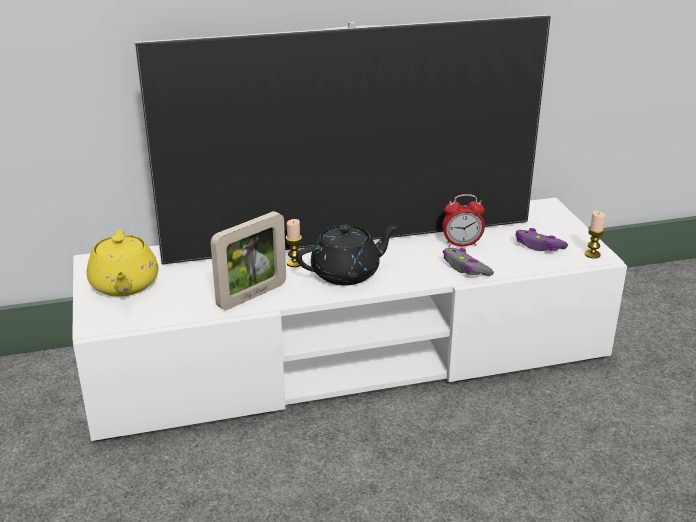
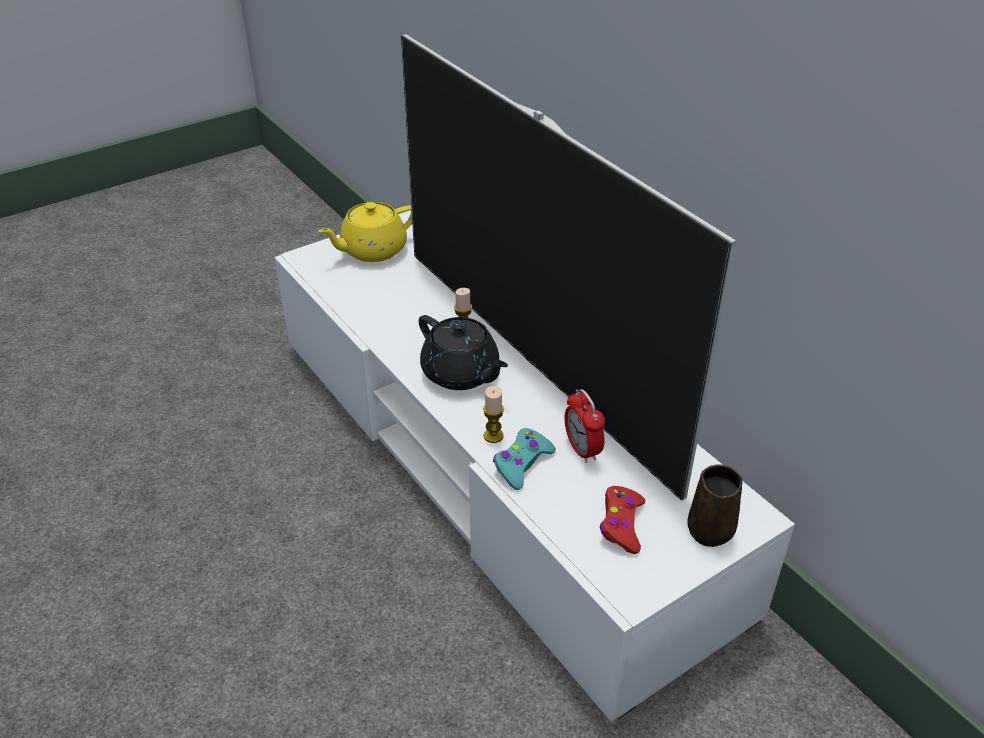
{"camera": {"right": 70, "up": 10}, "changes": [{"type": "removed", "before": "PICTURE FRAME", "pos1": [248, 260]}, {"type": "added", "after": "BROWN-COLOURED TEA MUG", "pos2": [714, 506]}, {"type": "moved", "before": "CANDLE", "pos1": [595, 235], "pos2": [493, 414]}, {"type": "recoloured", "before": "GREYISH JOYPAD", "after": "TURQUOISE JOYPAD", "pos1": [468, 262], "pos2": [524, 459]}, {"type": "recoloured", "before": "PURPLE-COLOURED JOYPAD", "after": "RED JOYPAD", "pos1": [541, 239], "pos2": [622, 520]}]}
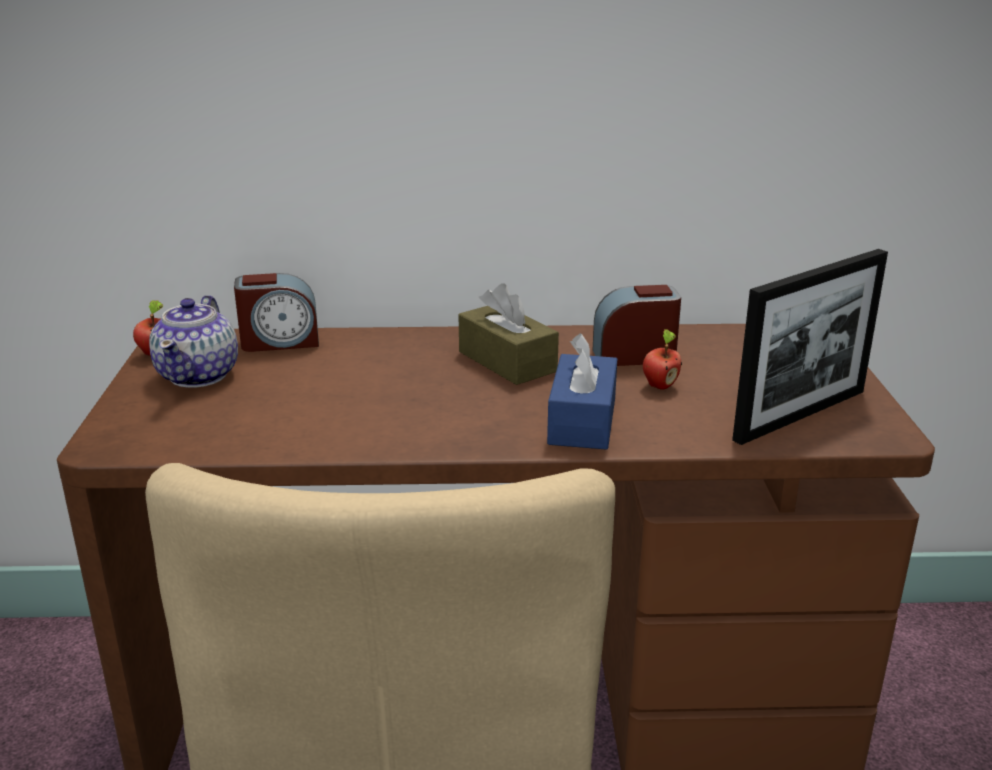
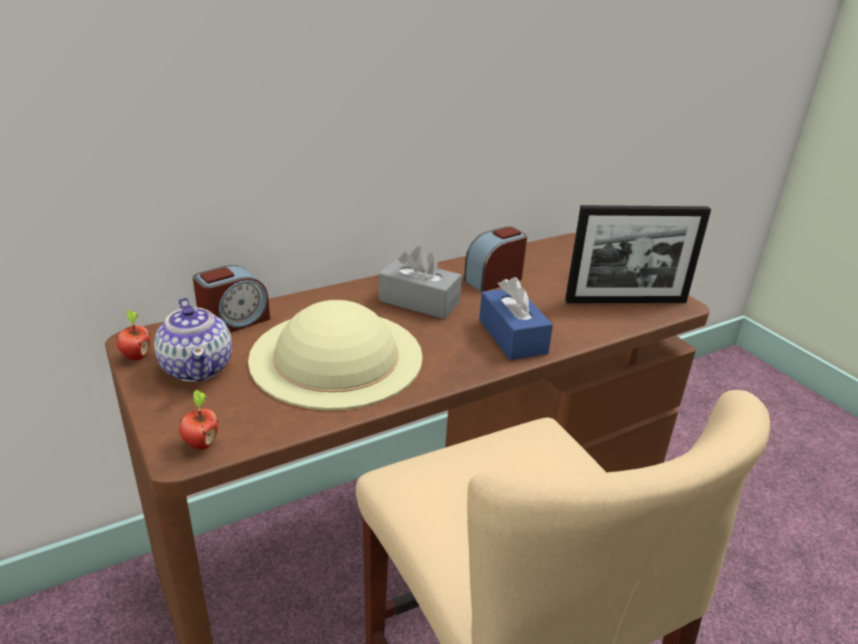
{"camera": {"right": -30, "up": 5}, "changes": [{"type": "added", "after": "BEIGE-COLOURED WEARABLE HAT", "pos2": [335, 355]}, {"type": "moved", "before": "WHOLE APPLE", "pos1": [662, 359], "pos2": [198, 419]}, {"type": "recoloured", "before": "BROWN-COLOURED TISSUE HOLDER", "after": "GREYISH TISSUE HOLDER", "pos1": [509, 334], "pos2": [420, 282]}, {"type": "turned", "before": "PICTURE FRAME", "pos1": [810, 347], "pos2": [638, 254], "turn": 60}]}
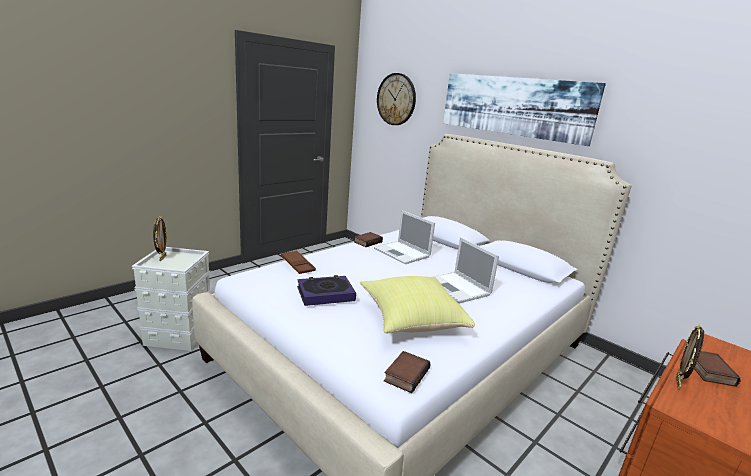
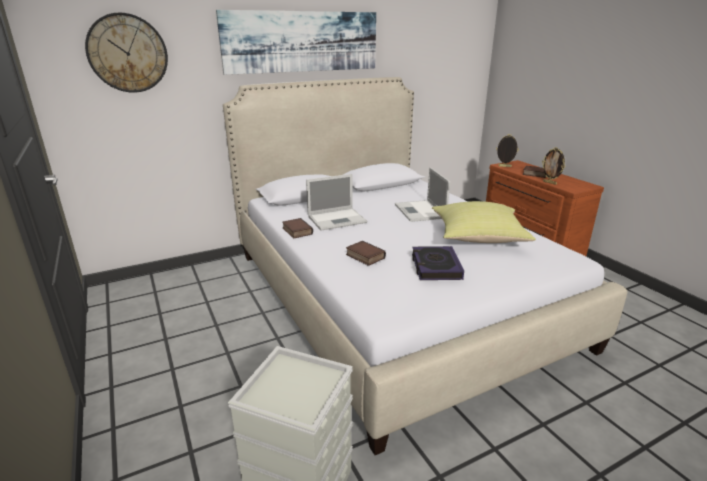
{"camera": {"right": -70, "up": 5}, "changes": [{"type": "removed", "before": "BROWN-COLOURED CARRYING TRAY", "pos1": [298, 262]}, {"type": "moved", "before": "PICTURE FRAME", "pos1": [160, 238], "pos2": [507, 150]}, {"type": "moved", "before": "BOOK", "pos1": [407, 372], "pos2": [366, 253]}, {"type": "turned", "before": "PORTABLE COMPUTER", "pos1": [466, 270], "pos2": [422, 195], "turn": 90}]}
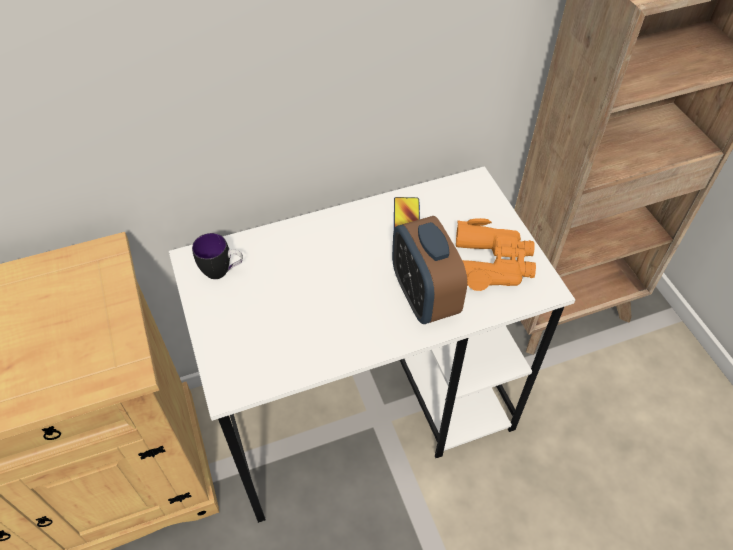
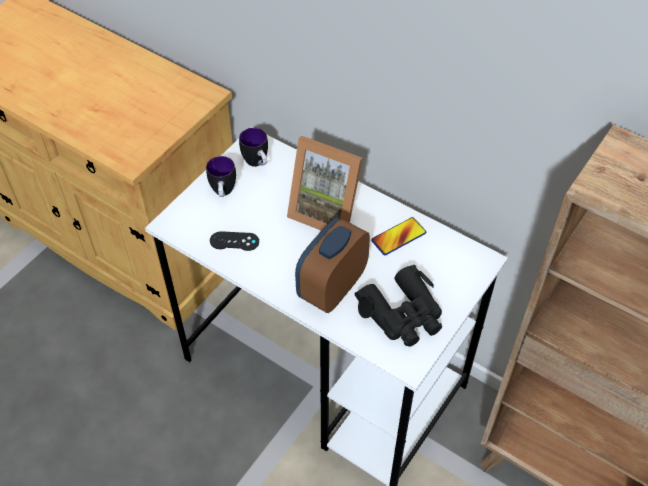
{"camera": {"right": 55, "up": 0}, "changes": [{"type": "added", "after": "TEA MUG", "pos2": [221, 176]}, {"type": "added", "after": "BLACK-COLOURED JOYPAD", "pos2": [234, 241]}, {"type": "added", "after": "PICTURE FRAME", "pos2": [325, 183]}, {"type": "recoloured", "before": "ORANGE-COLOURED PAIR OF BINOCULARS", "after": "BLACK-COLOURED PAIR OF BINOCULARS", "pos1": [496, 254], "pos2": [398, 305]}]}
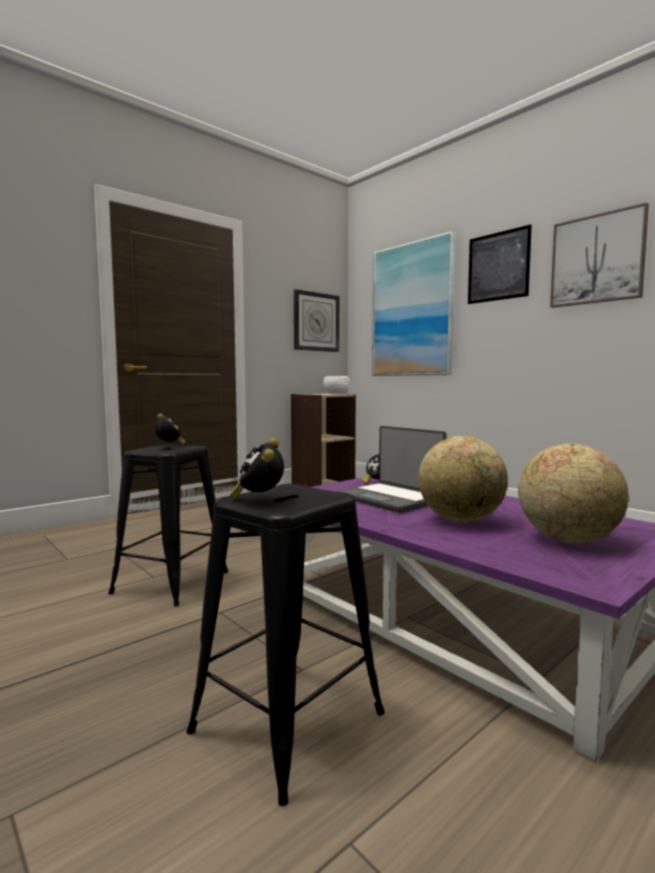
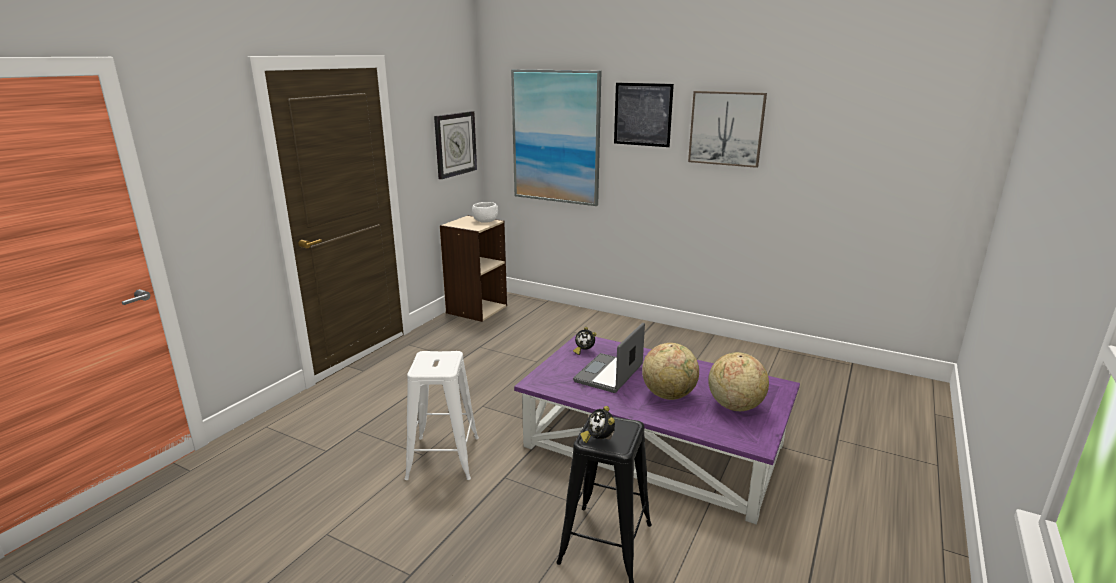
{"camera": {"right": -20, "up": 15}, "changes": [{"type": "removed", "before": "BEDSIDE CLOCK", "pos1": [171, 430]}, {"type": "recoloured", "before": "BLACK-COLOURED STOOL SEAT", "after": "WHITE-COLOURED STOOL SEAT", "pos1": [168, 525], "pos2": [442, 415]}, {"type": "turned", "before": "PORTABLE COMPUTER", "pos1": [392, 469], "pos2": [609, 358], "turn": 90}]}
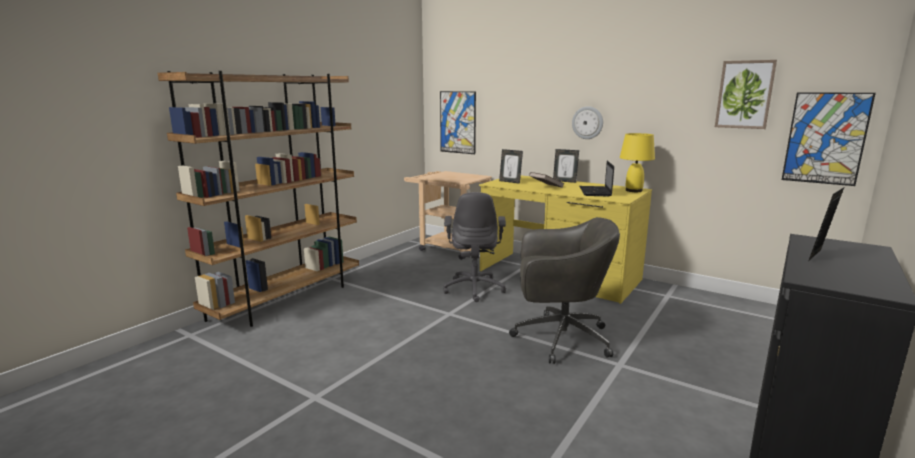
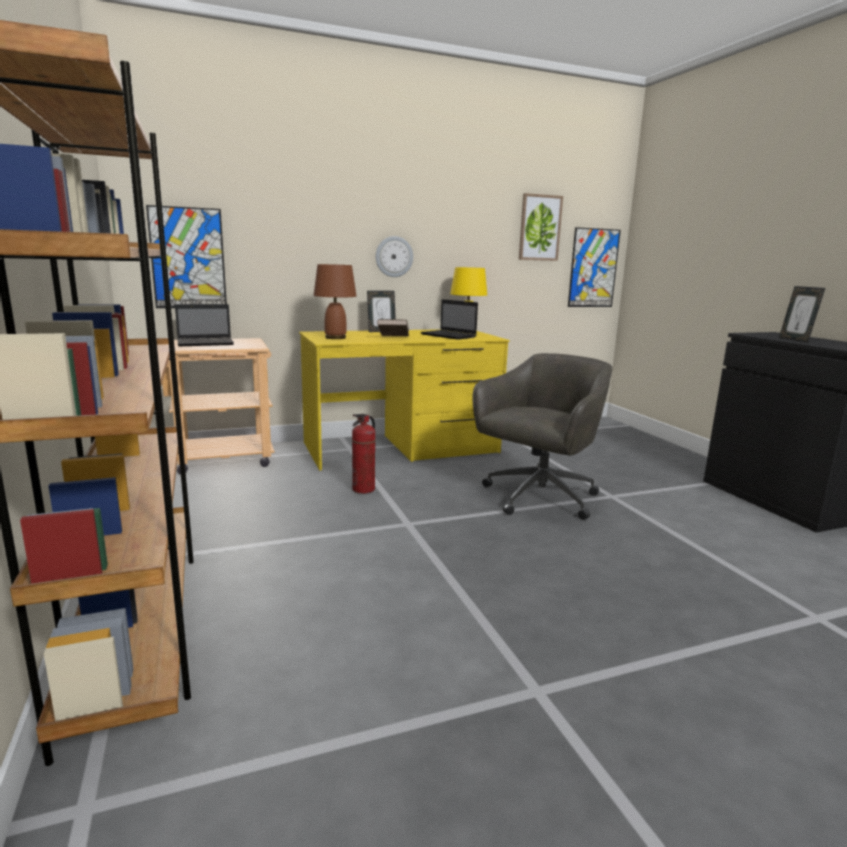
{"camera": {"right": -55, "up": 0}, "changes": [{"type": "added", "after": "PORTABLE COMPUTER", "pos2": [204, 325]}, {"type": "replaced", "before": "GREYISH OFFICE CHAIR", "after": "FIRE EXTINGUISHER", "pos1": [474, 247], "pos2": [364, 454]}, {"type": "replaced", "before": "PICTURE FRAME", "after": "BROWN-COLOURED TABLE LAMP", "pos1": [511, 166], "pos2": [335, 301]}]}
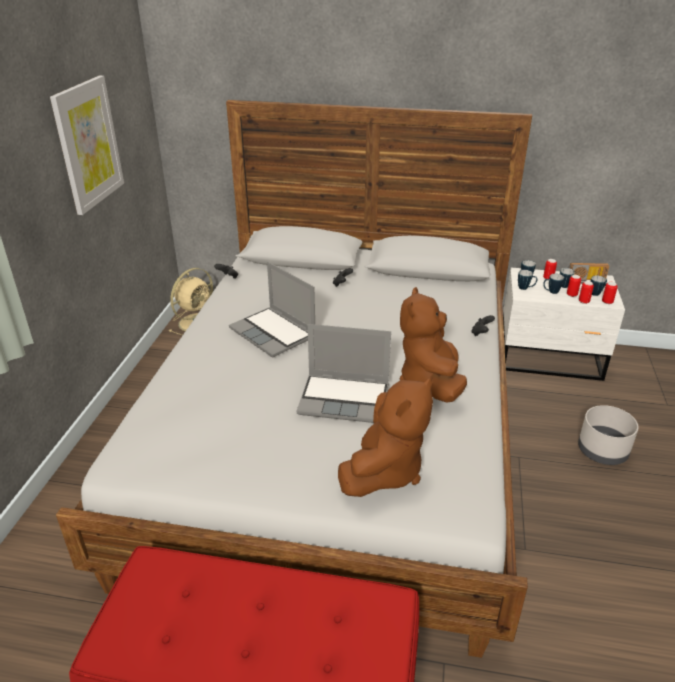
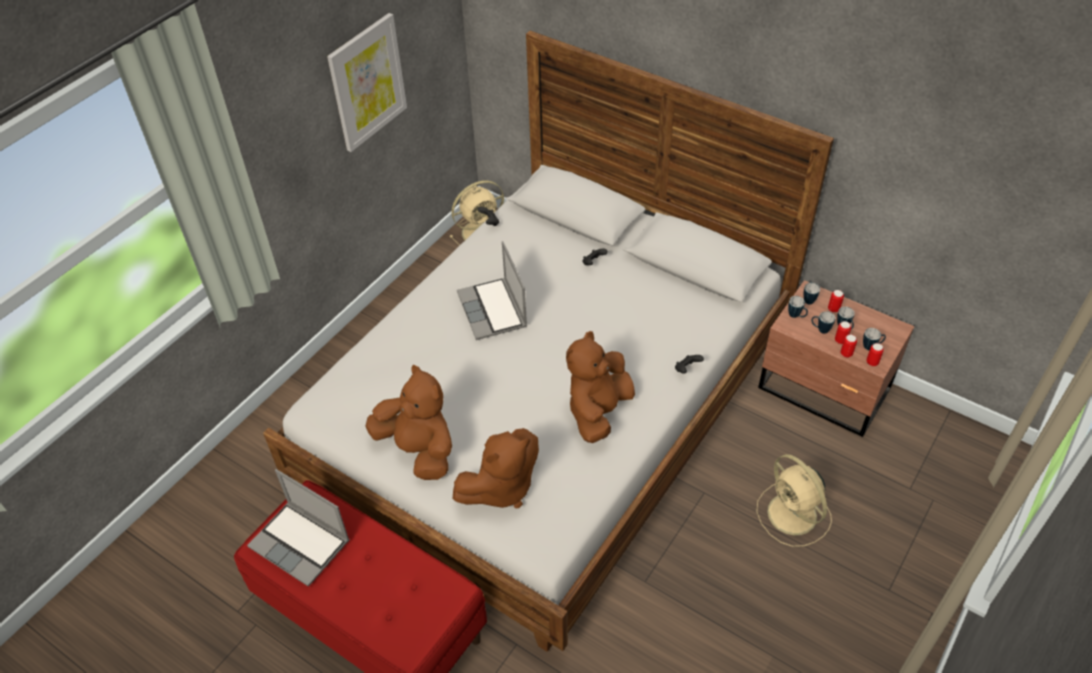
{"camera": {"right": 25, "up": 15}, "changes": [{"type": "removed", "before": "RADIO", "pos1": [588, 273]}, {"type": "added", "after": "BROWN-COLOURED PLUSH TOY", "pos2": [408, 422]}, {"type": "moved", "before": "PORTABLE COMPUTER", "pos1": [344, 373], "pos2": [298, 528]}, {"type": "replaced", "before": "GREYISH PLANTER", "after": "BEIGE-COLOURED FAN", "pos1": [608, 435], "pos2": [794, 500]}, {"type": "recoloured", "before": "WHITE-COLOURED BEDSIDE TABLE", "after": "BROWN-COLOURED BEDSIDE TABLE", "pos1": [564, 324], "pos2": [836, 358]}]}
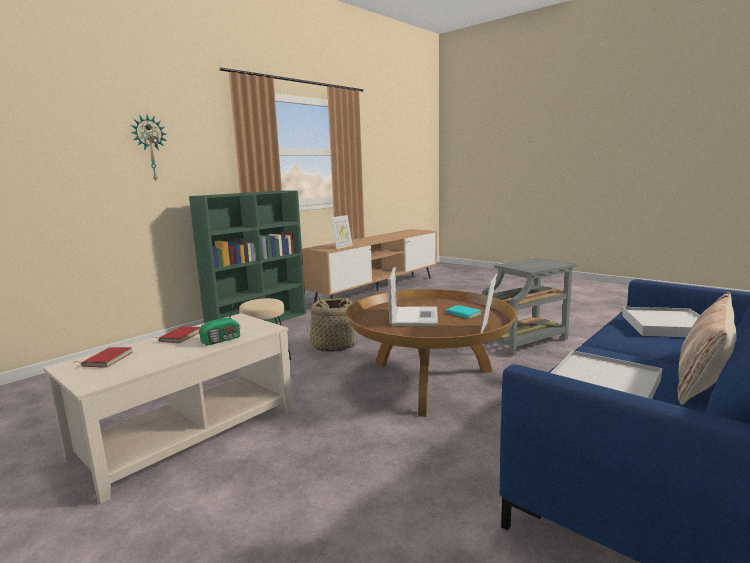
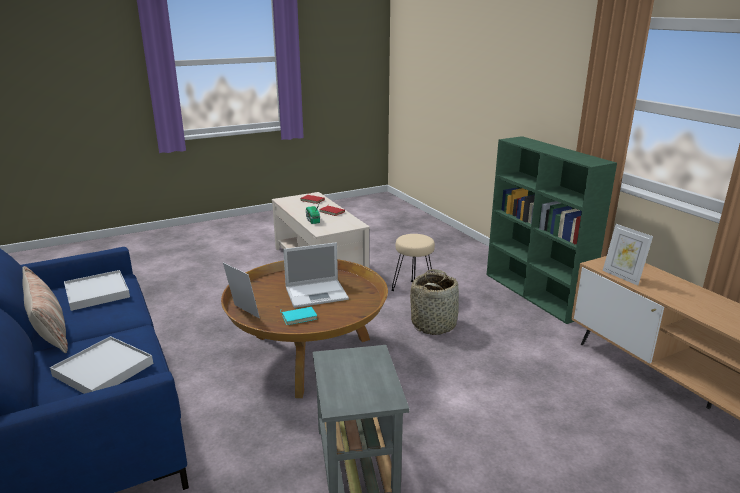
{"camera": {"right": 110, "up": 10}, "changes": [{"type": "removed", "before": "HANGING CLOCK", "pos1": [149, 148]}, {"type": "turned", "before": "PORTABLE COMPUTER", "pos1": [413, 296], "pos2": [316, 275], "turn": -45}]}
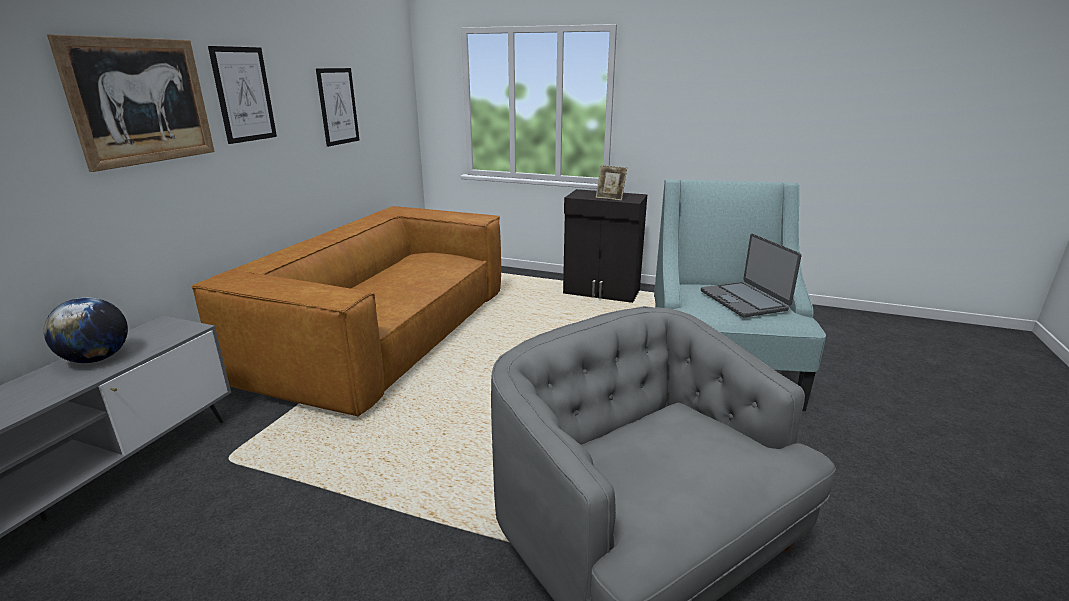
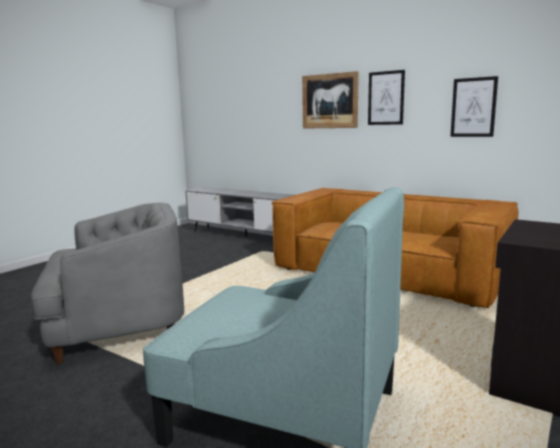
{"camera": {"right": 105, "up": -10}, "changes": [{"type": "removed", "before": "GLOBE", "pos1": [86, 330]}, {"type": "removed", "before": "PICTURE FRAME", "pos1": [611, 183]}, {"type": "removed", "before": "PORTABLE COMPUTER", "pos1": [751, 275]}]}
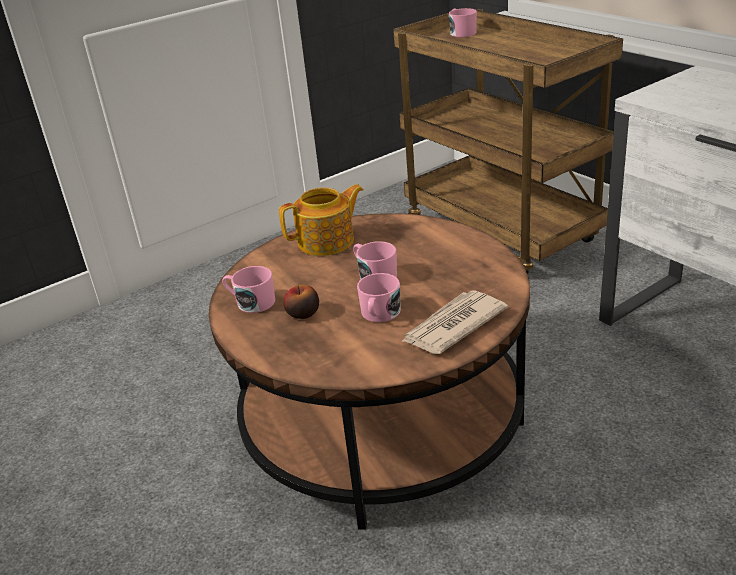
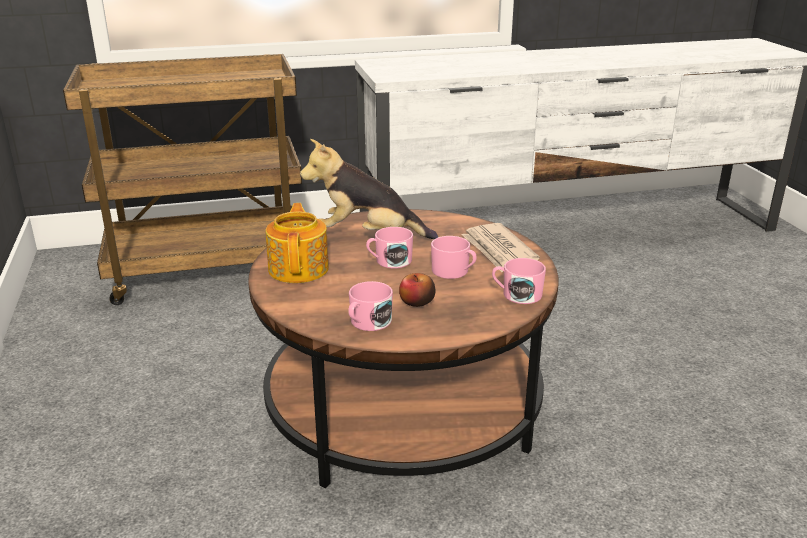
{"camera": {"right": -70, "up": -5}, "changes": [{"type": "added", "after": "PLUSH TOY", "pos2": [369, 189]}, {"type": "moved", "before": "PINKISH TEA MUG", "pos1": [463, 22], "pos2": [519, 281]}]}
